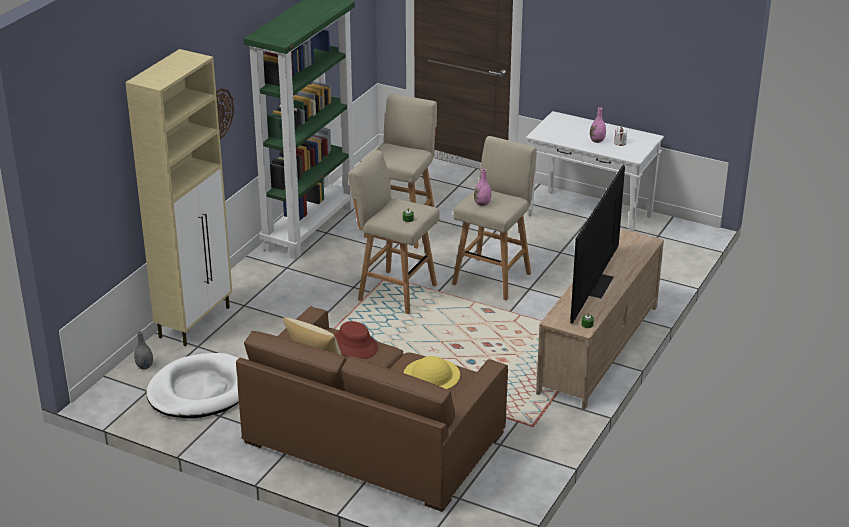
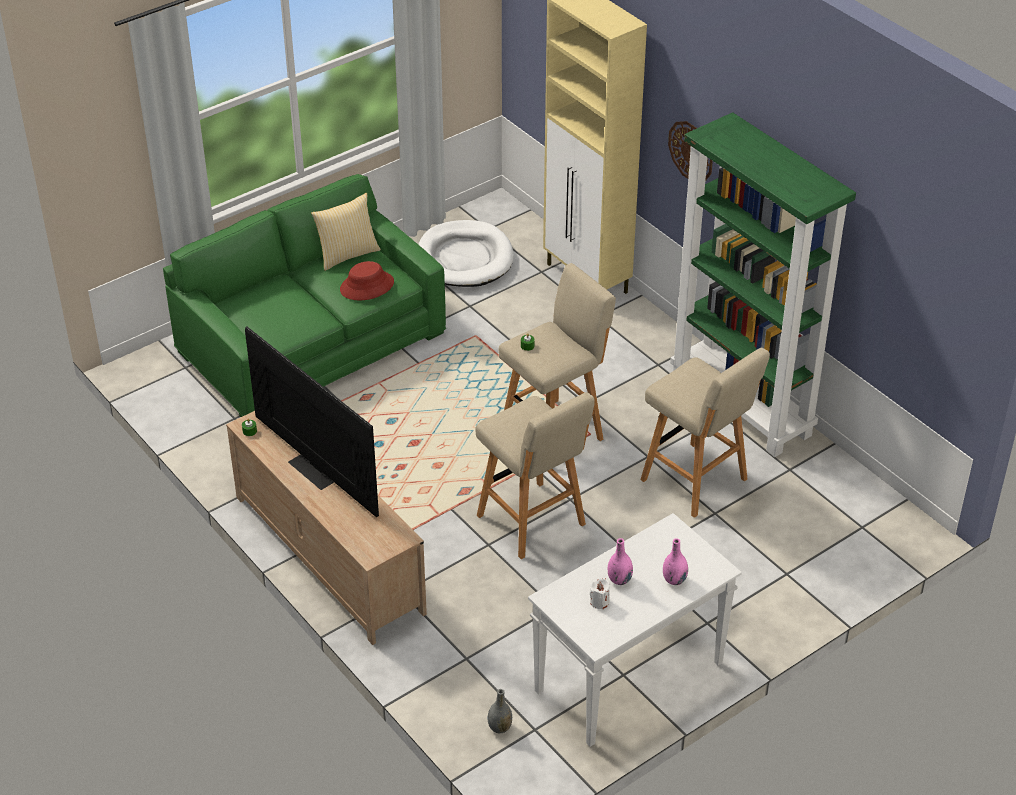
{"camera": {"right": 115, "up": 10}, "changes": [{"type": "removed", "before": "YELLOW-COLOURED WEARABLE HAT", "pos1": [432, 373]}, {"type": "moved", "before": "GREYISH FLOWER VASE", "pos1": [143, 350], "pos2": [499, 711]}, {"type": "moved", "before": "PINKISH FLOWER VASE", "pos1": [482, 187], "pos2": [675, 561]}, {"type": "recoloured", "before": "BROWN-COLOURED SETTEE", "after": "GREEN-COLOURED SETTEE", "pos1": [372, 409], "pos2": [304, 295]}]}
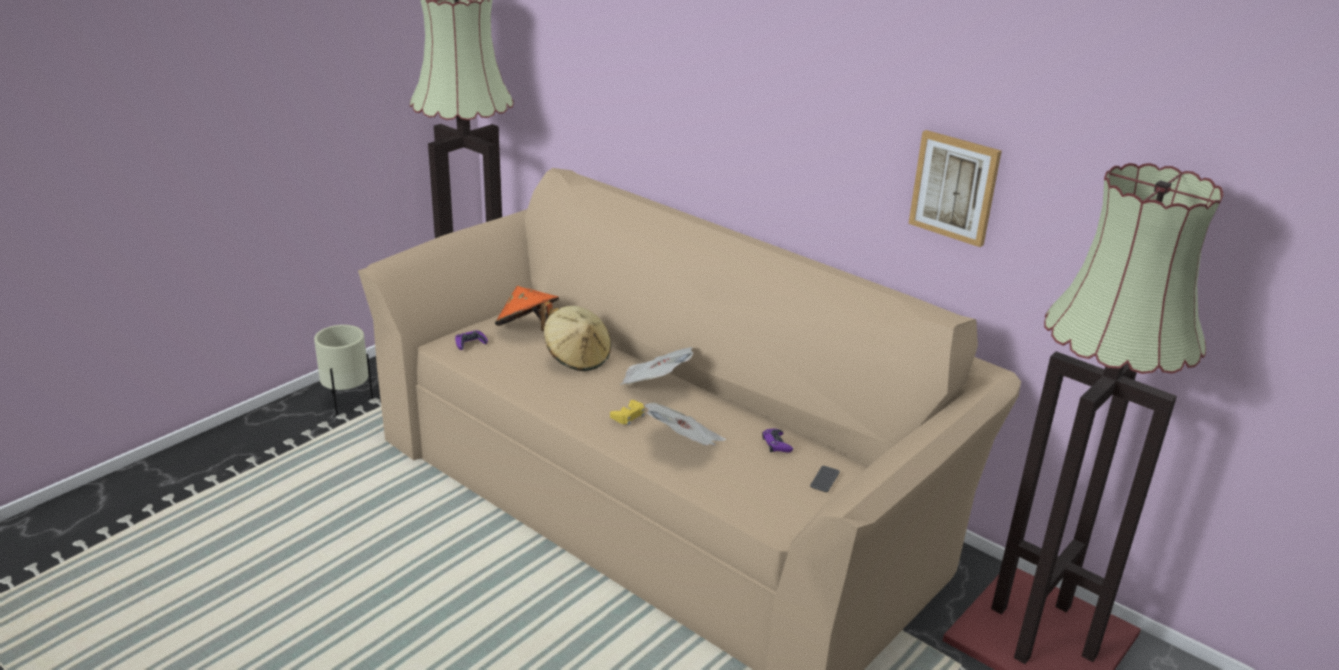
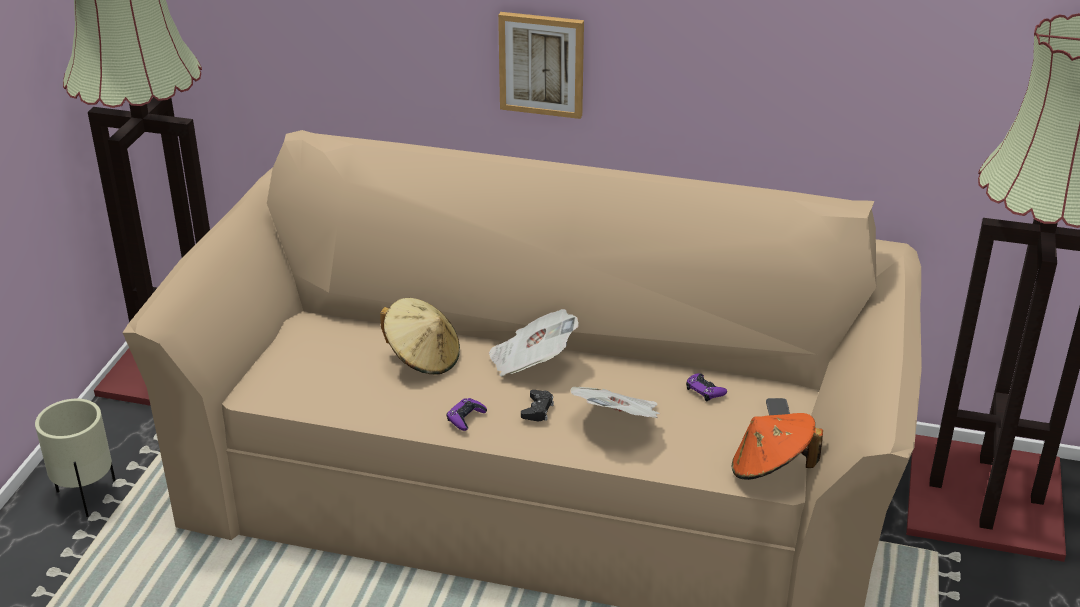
{"camera": {"right": -25, "up": 5}, "changes": [{"type": "moved", "before": "PURPLE-COLOURED JOYPAD", "pos1": [471, 340], "pos2": [467, 414]}, {"type": "moved", "before": "ORANGE-COLOURED WEARABLE HAT", "pos1": [527, 308], "pos2": [777, 446]}, {"type": "moved", "before": "WALL PICTURE", "pos1": [955, 188], "pos2": [541, 65]}, {"type": "recoloured", "before": "YELLOW-COLOURED JOYPAD", "after": "BLACK-COLOURED JOYPAD", "pos1": [627, 412], "pos2": [537, 405]}]}
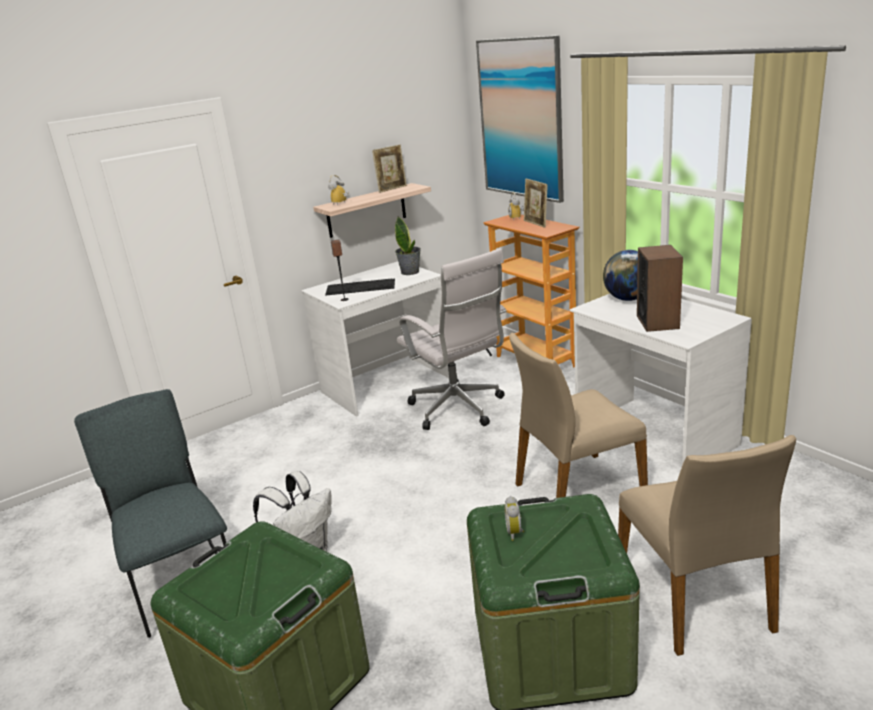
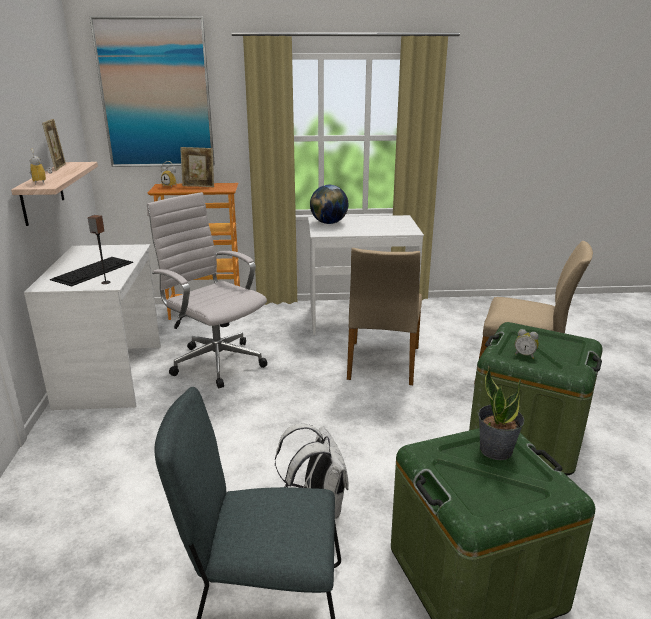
{"camera": {"right": -60, "up": 0}, "changes": [{"type": "removed", "before": "AUDIO SPEAKER", "pos1": [660, 288]}, {"type": "moved", "before": "POTTED PLANT", "pos1": [408, 245], "pos2": [501, 413]}, {"type": "turned", "before": "WHITE-COLOURED OFFICE CHAIR", "pos1": [452, 339], "pos2": [207, 290], "turn": -135}]}
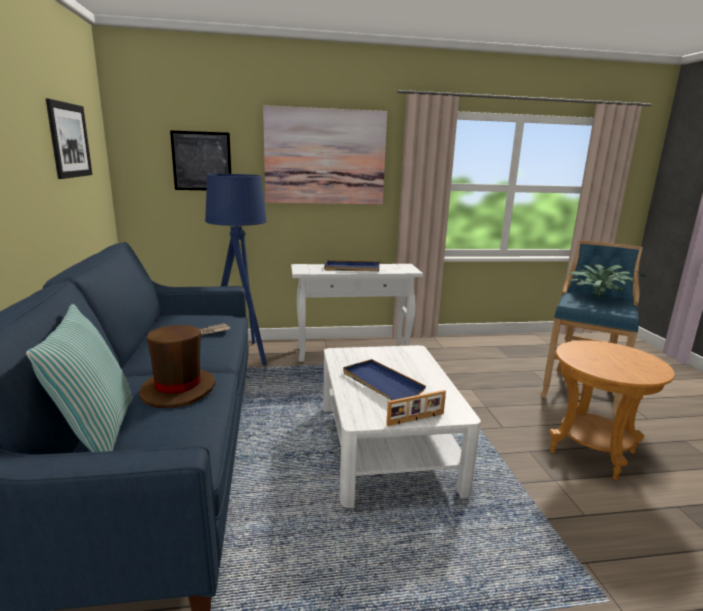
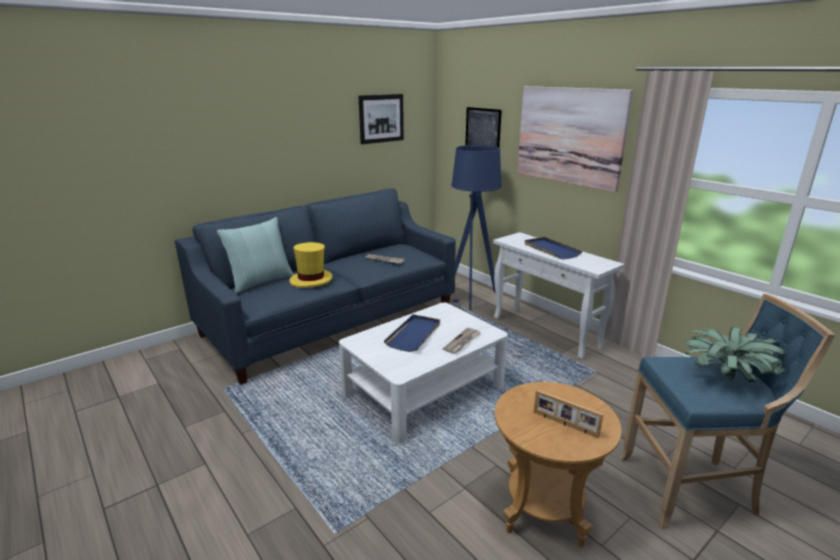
{"camera": {"right": 60, "up": 5}, "changes": [{"type": "added", "after": "NEWSPAPER", "pos2": [462, 341]}, {"type": "moved", "before": "PICTURE FRAME", "pos1": [416, 408], "pos2": [568, 414]}, {"type": "recoloured", "before": "BROWN-COLOURED WEARABLE HAT", "after": "YELLOW-COLOURED WEARABLE HAT", "pos1": [177, 366], "pos2": [310, 265]}]}
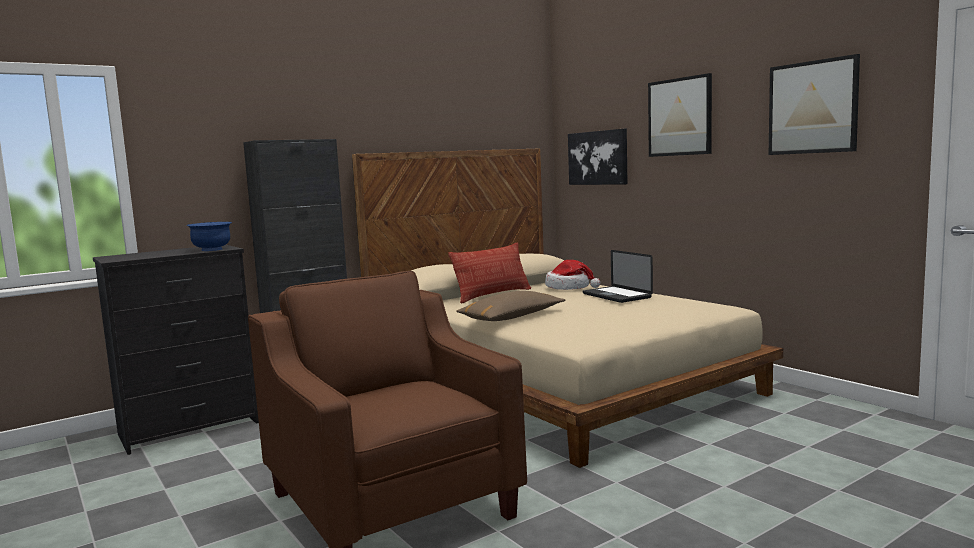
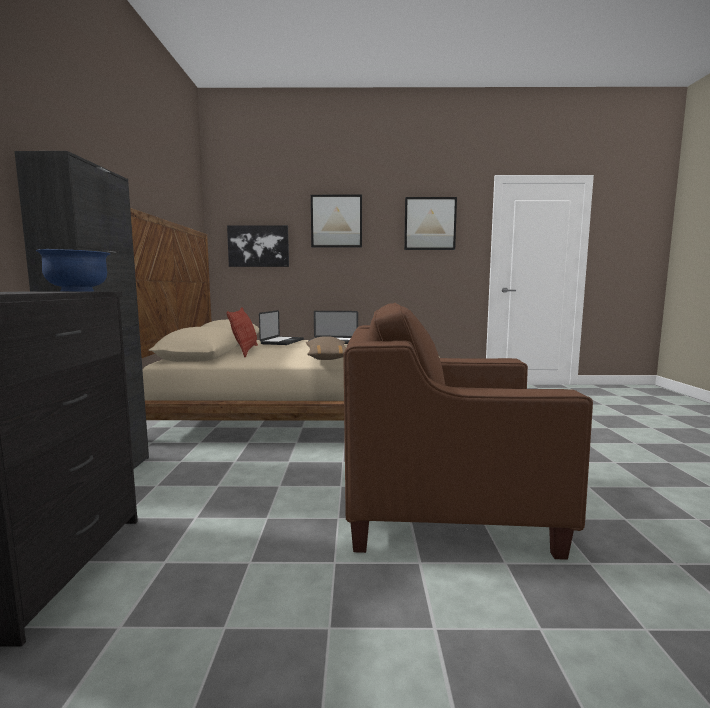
{"camera": {"right": -55, "up": 0}, "changes": [{"type": "replaced", "before": "WEARABLE HAT", "after": "PORTABLE COMPUTER", "pos1": [572, 275], "pos2": [281, 327]}]}
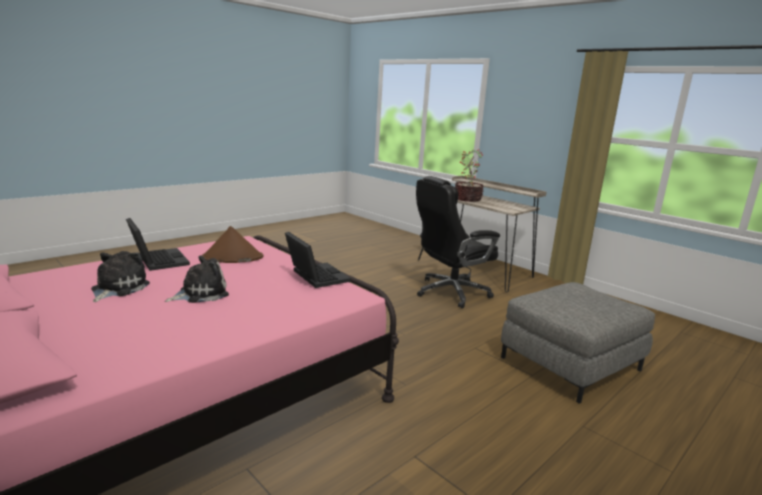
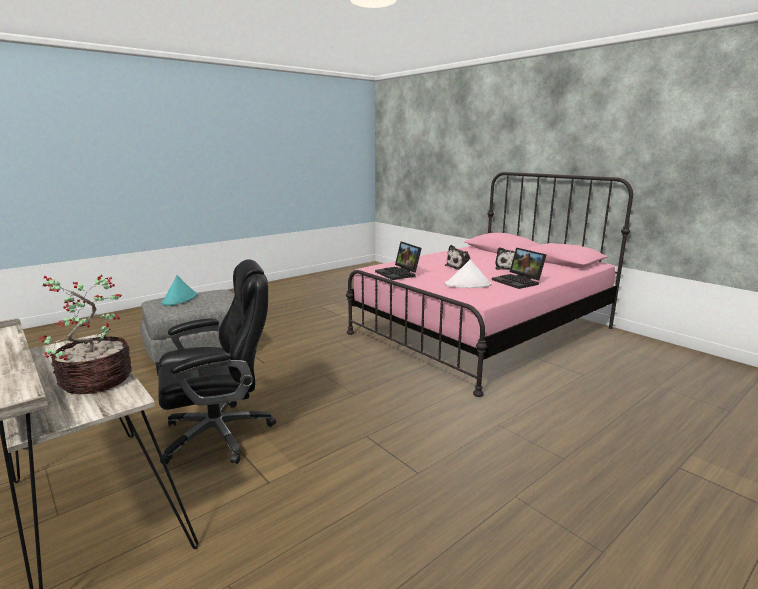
{"camera": {"right": -175, "up": 0}, "changes": [{"type": "added", "after": "TURQUOISE WEARABLE HAT", "pos2": [179, 290]}, {"type": "recoloured", "before": "BROWN-COLOURED WEARABLE HAT", "after": "WHITE-COLOURED WEARABLE HAT", "pos1": [232, 244], "pos2": [468, 273]}]}
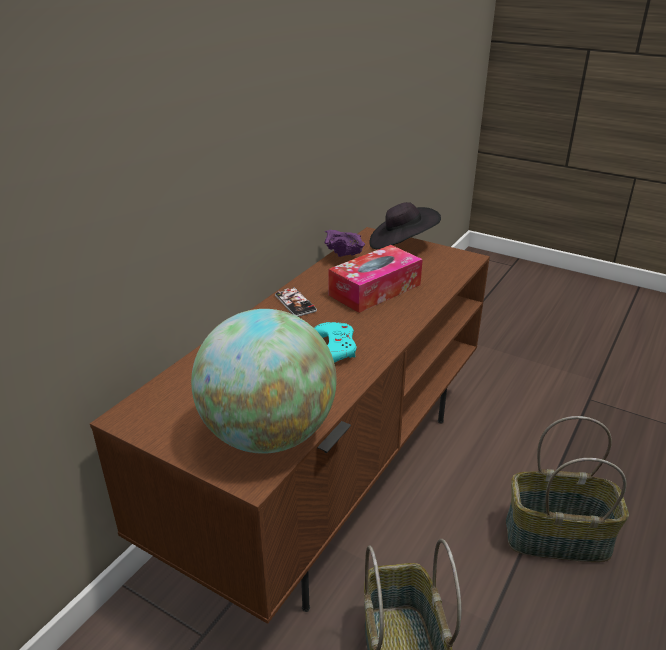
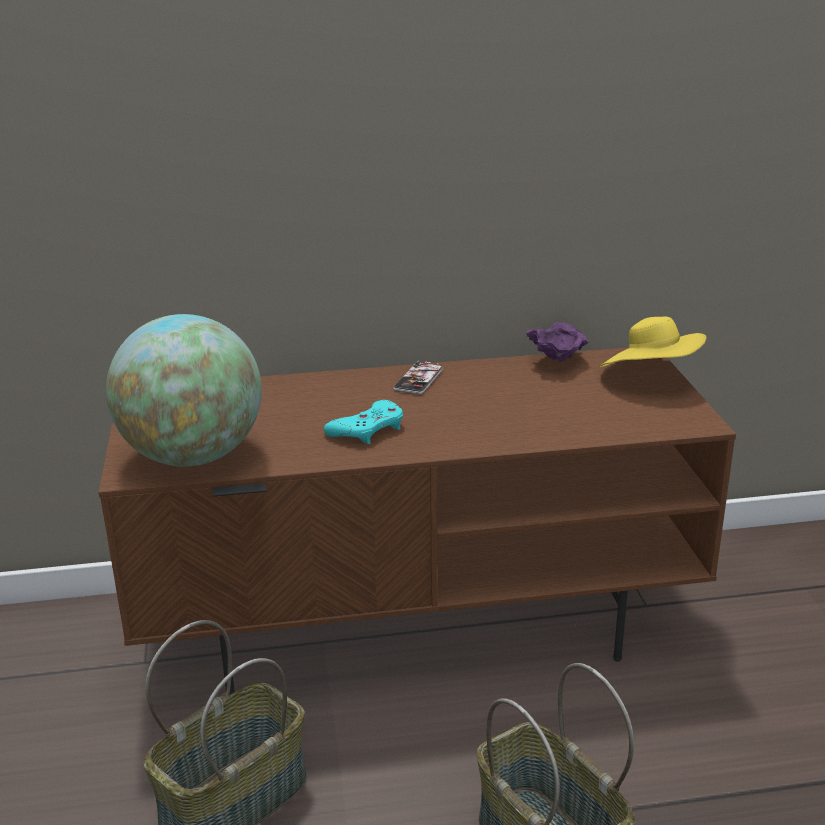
{"camera": {"right": 50, "up": -5}, "changes": [{"type": "removed", "before": "TISSUE HOLDER", "pos1": [375, 279]}, {"type": "recoloured", "before": "BLACK-COLOURED WEARABLE HAT", "after": "YELLOW-COLOURED WEARABLE HAT", "pos1": [405, 225], "pos2": [653, 342]}]}
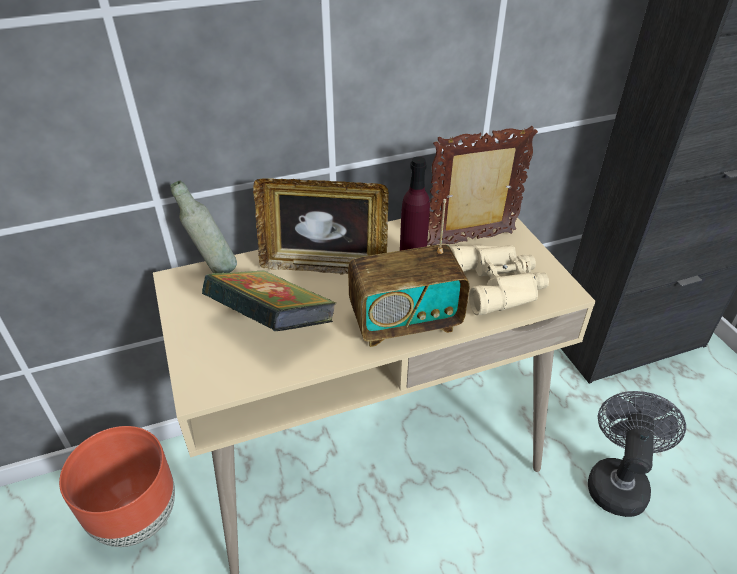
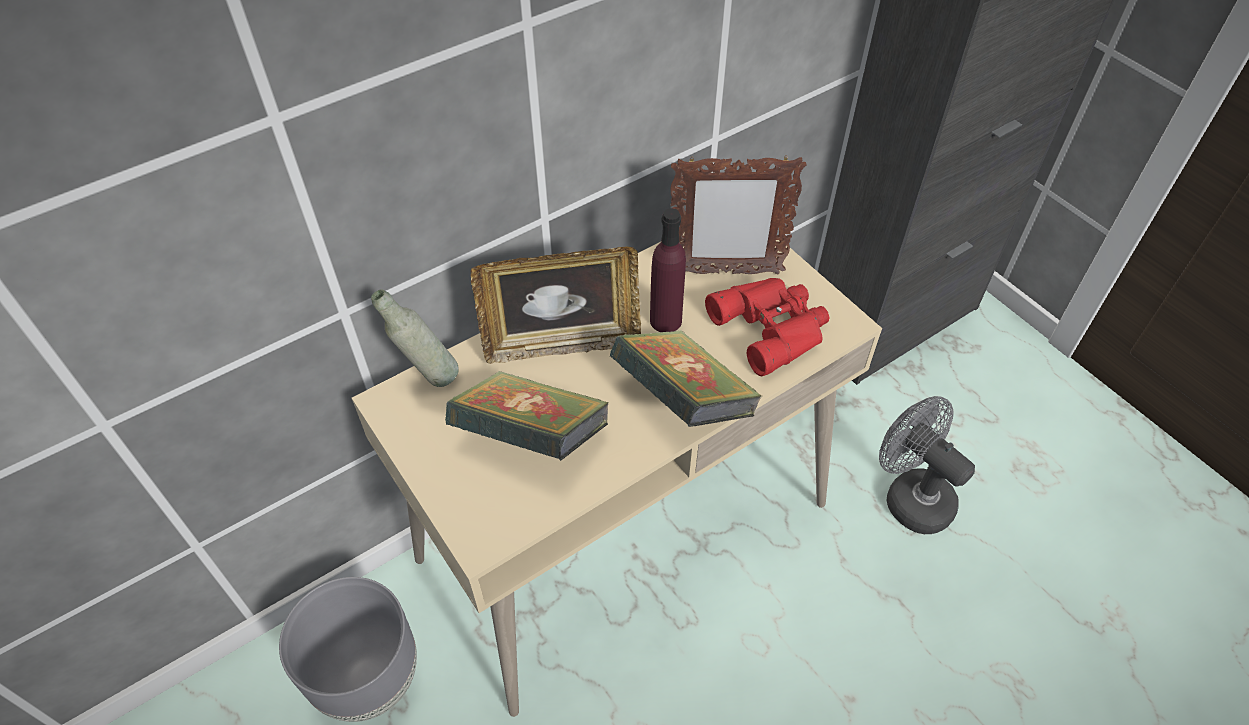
{"camera": {"right": -15, "up": 10}, "changes": [{"type": "replaced", "before": "RADIO", "after": "BOOK", "pos1": [408, 273], "pos2": [686, 378]}, {"type": "recoloured", "before": "BROWN-COLOURED PLANTER", "after": "GREYISH PLANTER", "pos1": [117, 486], "pos2": [348, 649]}, {"type": "recoloured", "before": "BEIGE-COLOURED PAIR OF BINOCULARS", "after": "RED PAIR OF BINOCULARS", "pos1": [499, 280], "pos2": [767, 327]}, {"type": "turned", "before": "PICTURE FRAME", "pos1": [482, 186], "pos2": [738, 214], "turn": -150}, {"type": "turned", "before": "GREYISH FAN", "pos1": [637, 454], "pos2": [927, 465], "turn": -45}]}
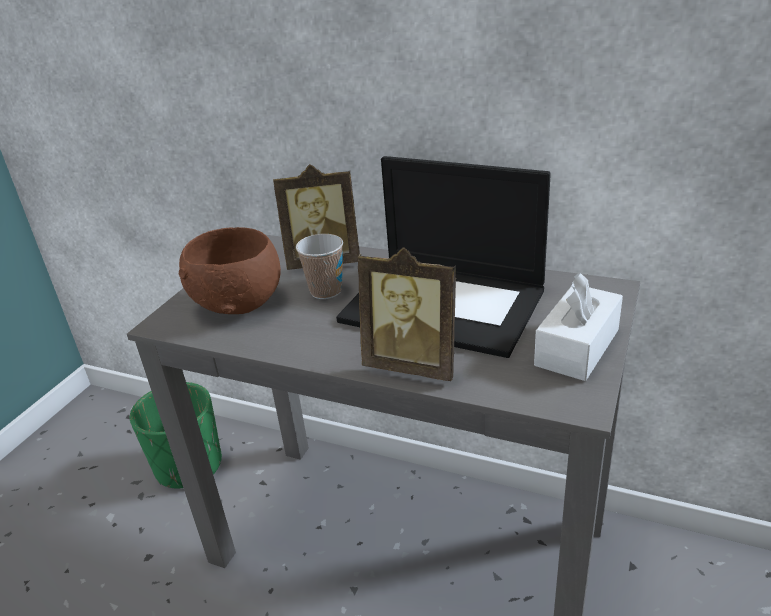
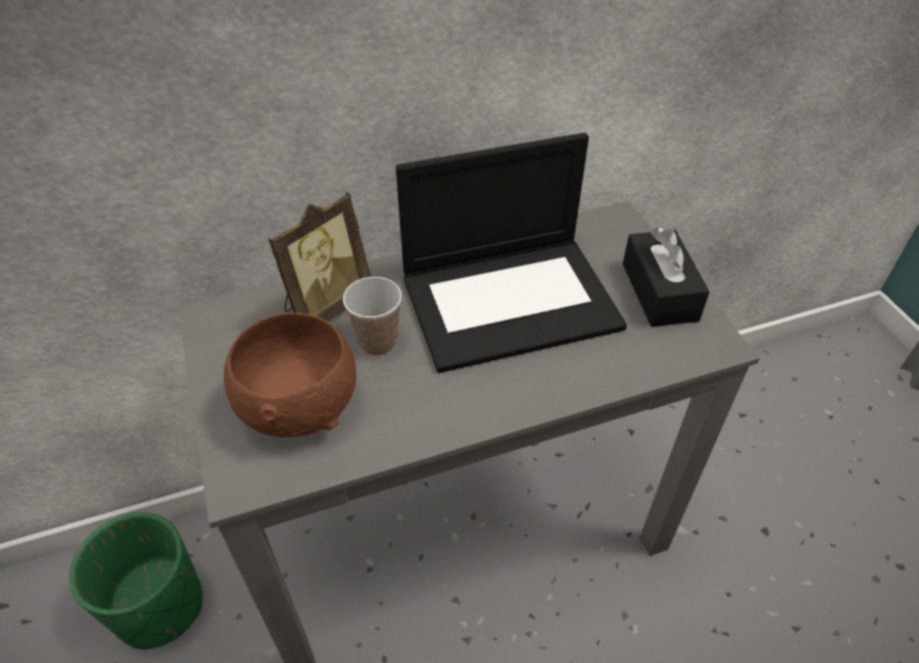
{"camera": {"right": -45, "up": 15}, "changes": [{"type": "removed", "before": "PICTURE FRAME", "pos1": [407, 314]}, {"type": "recoloured", "before": "WHITE-COLOURED TISSUE HOLDER", "after": "BLACK-COLOURED TISSUE HOLDER", "pos1": [578, 327], "pos2": [666, 277]}]}
